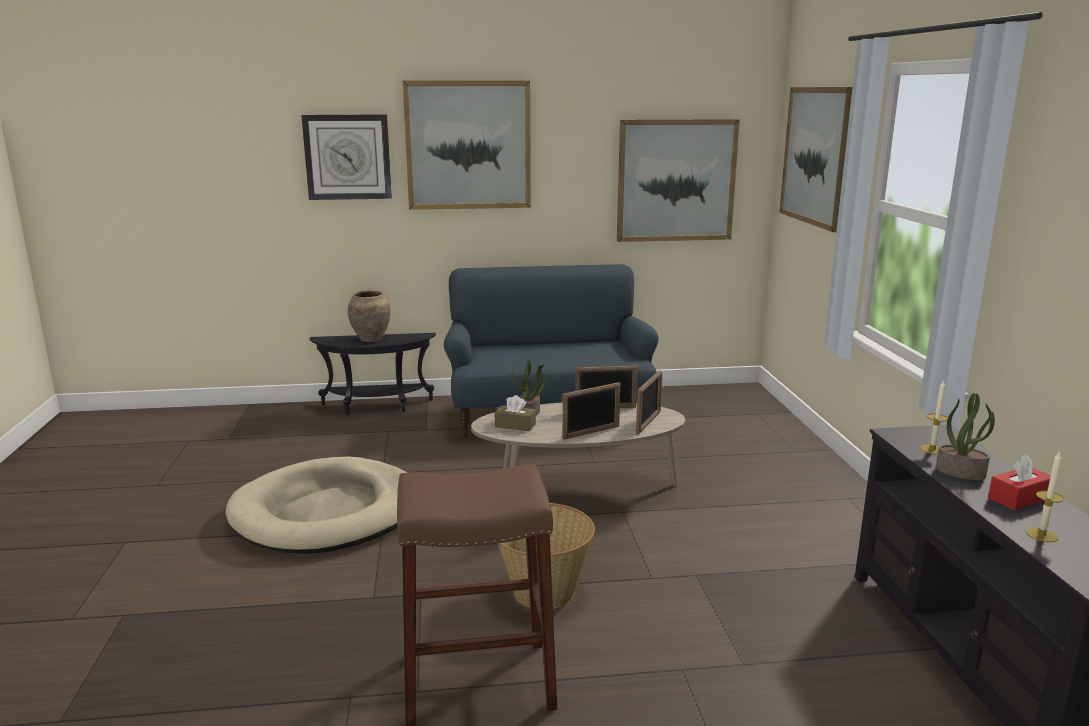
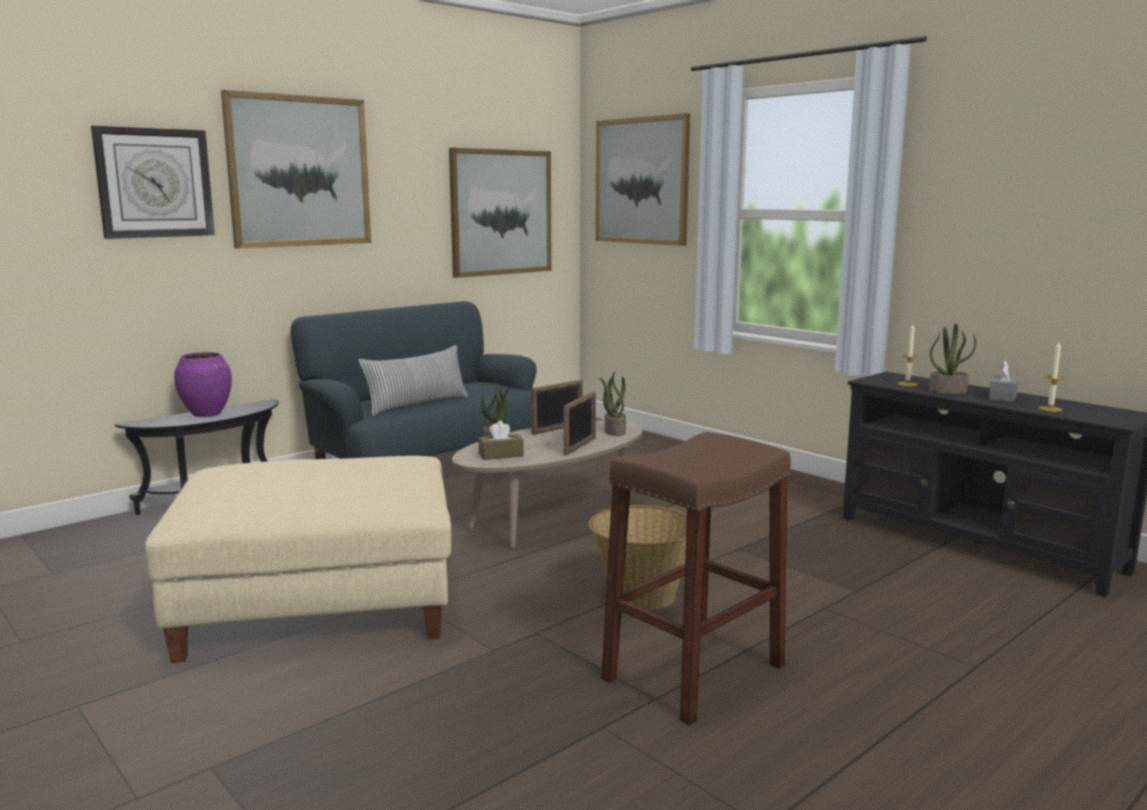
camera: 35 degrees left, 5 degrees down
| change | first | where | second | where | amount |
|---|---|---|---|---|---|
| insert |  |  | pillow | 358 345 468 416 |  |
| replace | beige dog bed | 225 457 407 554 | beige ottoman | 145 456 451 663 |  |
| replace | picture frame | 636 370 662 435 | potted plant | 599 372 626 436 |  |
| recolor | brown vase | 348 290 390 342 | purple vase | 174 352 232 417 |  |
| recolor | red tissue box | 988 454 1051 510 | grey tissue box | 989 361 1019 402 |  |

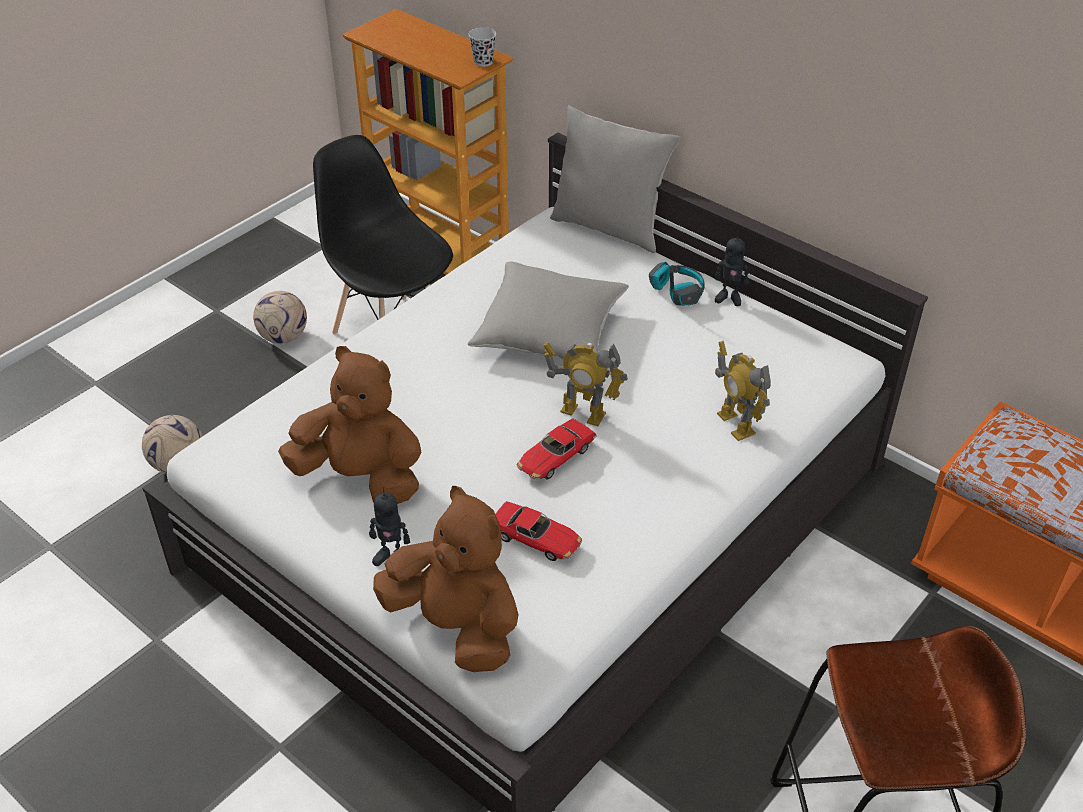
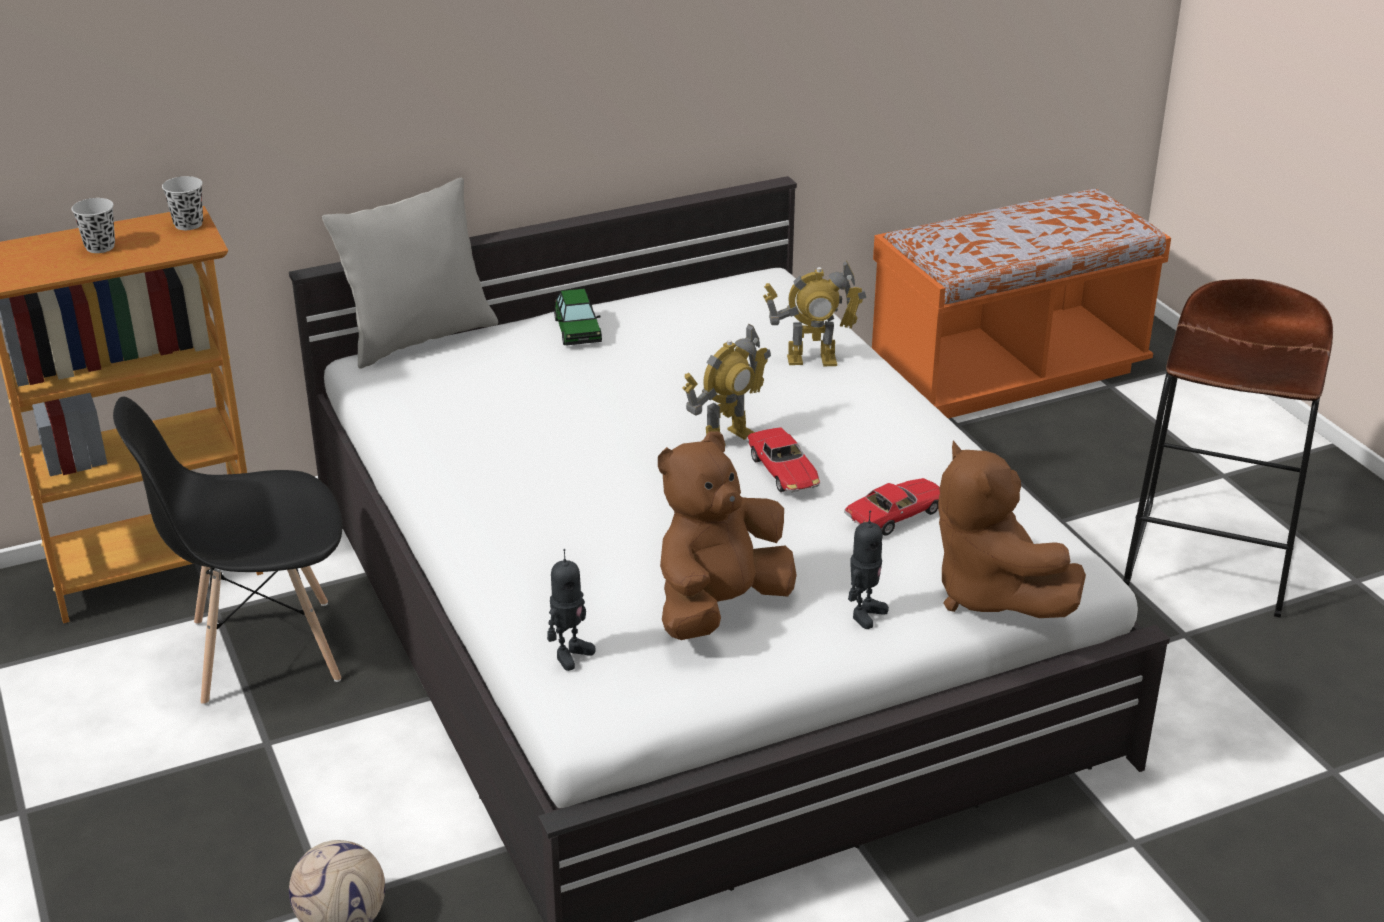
camera: 65 degrees left, 10 degrees down
| change | first | where | second | where | amount |
|---|---|---|---|---|---|
| delete | football | 253 291 307 344 |  |  |  |
| delete | grey pillow | 467 262 629 361 |  |  |  |
| insert |  |  | black cup | 72 198 115 253 |  |
| move | toy robot | 715 230 749 306 |  | 547 549 596 671 |  |
| replace | headphones | 649 262 705 306 | toy car | 554 288 602 346 |  |
| rotate | brown plush toy | 373 486 519 672 |  | 938 440 1086 618 | 90 degrees counterclockwise |

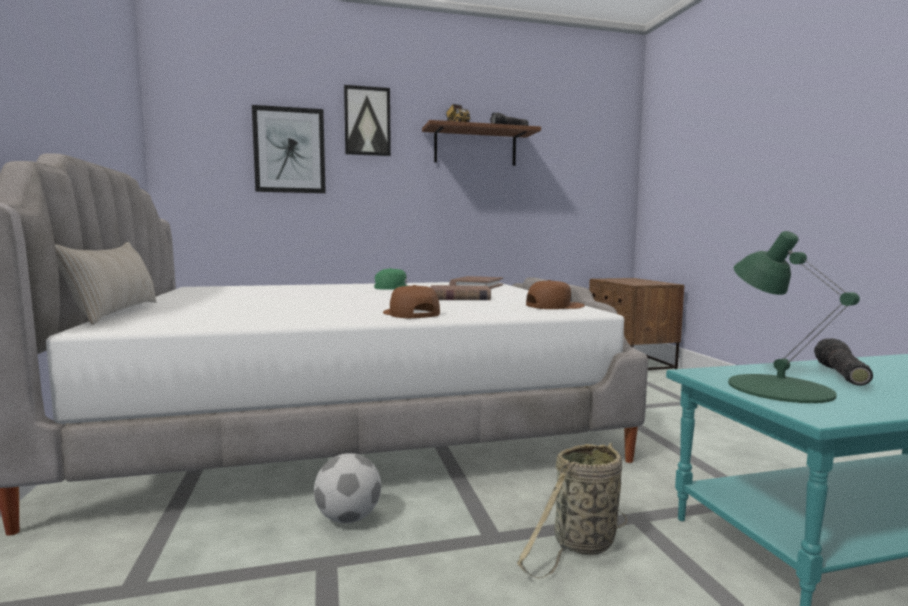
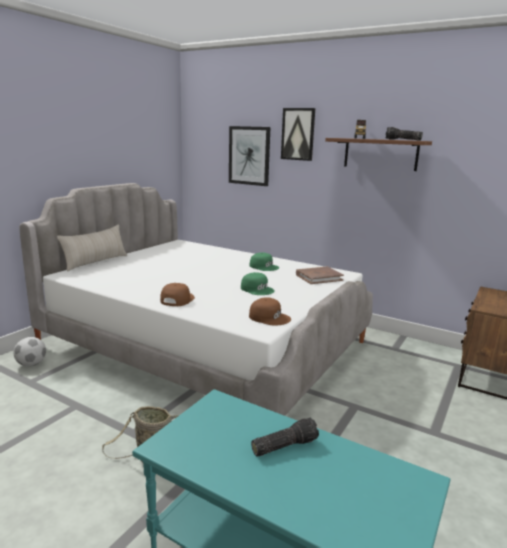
camera: 45 degrees right, 10 degrees up
| change | first | where | second | where | amount |
|---|---|---|---|---|---|
| delete | green table lamp | 728 231 860 403 |  |  |  |
| move | football | 314 453 381 523 |  | 14 337 46 367 |  |
| replace | brown book | 430 285 491 300 | green cap | 241 272 275 295 |  |

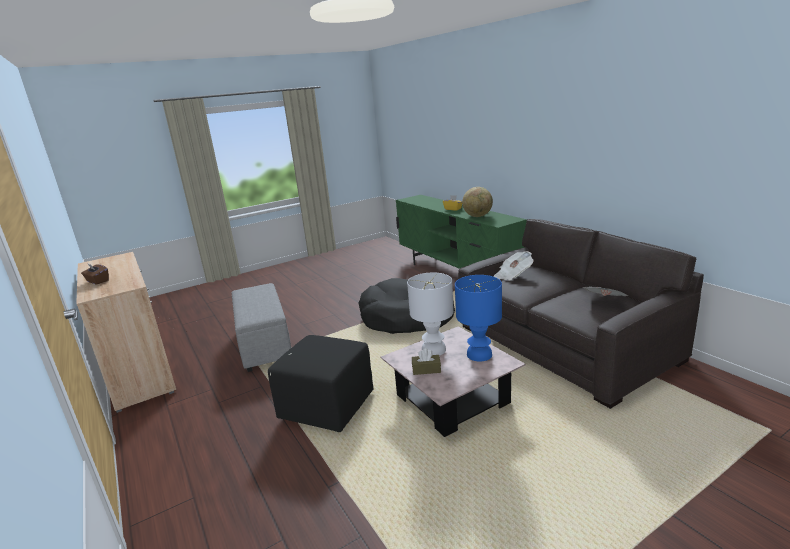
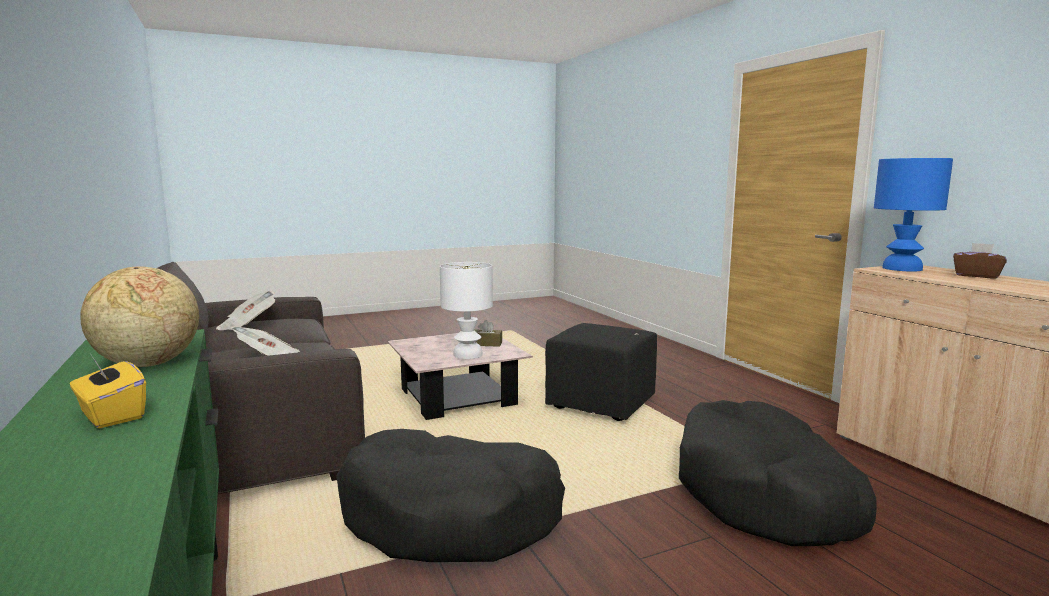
camera: 175 degrees left, 10 degrees down
| change | first | where | second | where | amount |
|---|---|---|---|---|---|
| move | blue table lamp | 455 275 502 362 |  | 874 158 953 272 |  |
| replace | grey ottoman | 231 283 291 372 | black dog bed | 679 400 877 546 |  |

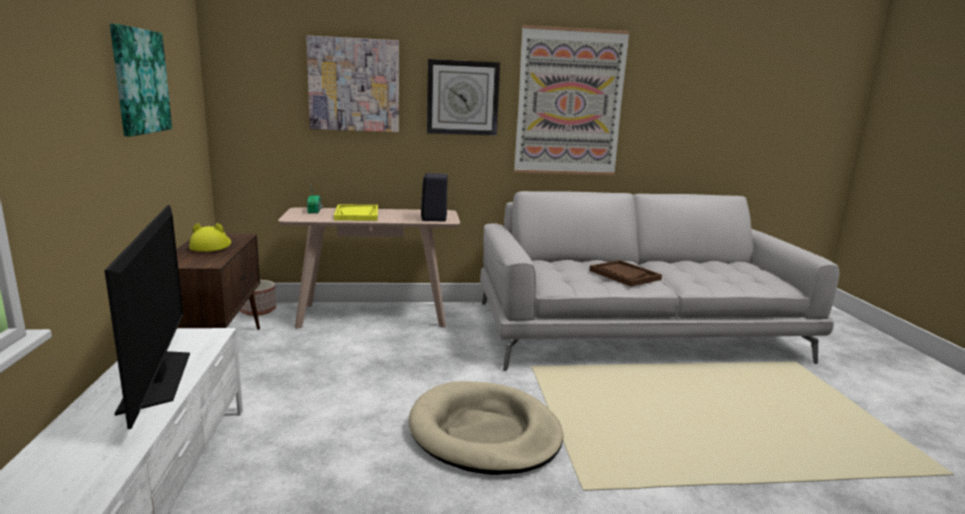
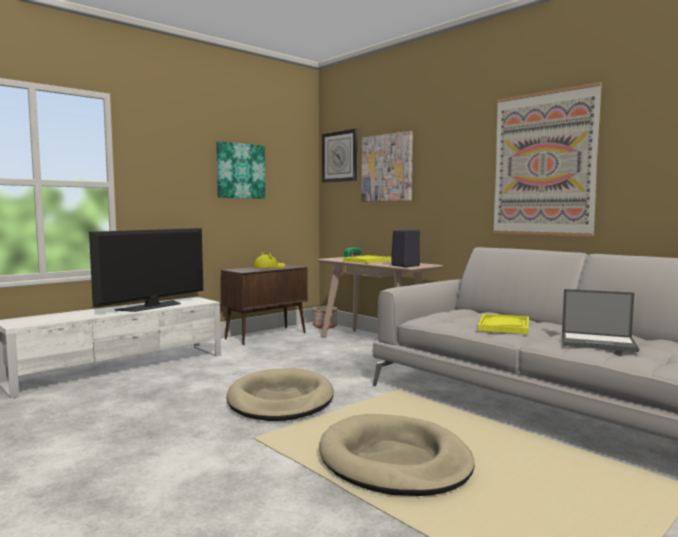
camera: 55 degrees right, 10 degrees down
| change | first | where | second | where | amount |
|---|---|---|---|---|---|
| insert |  |  | beige dog bed | 319 414 475 496 |  |
| insert |  |  | laptop | 562 289 639 352 |  |
| move | wall clock | 427 59 500 136 |  | 322 129 358 183 |  |
| recolor | brown tray | 589 260 662 287 | yellow tray | 478 314 529 334 |  |

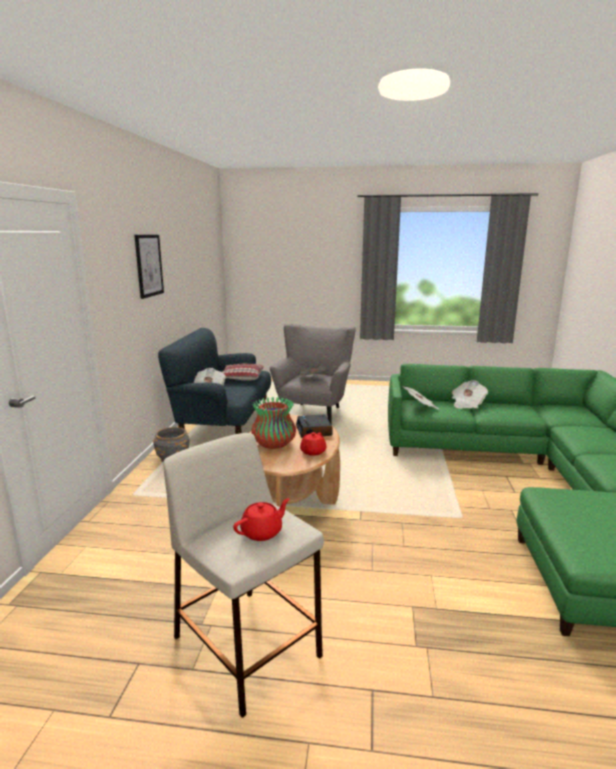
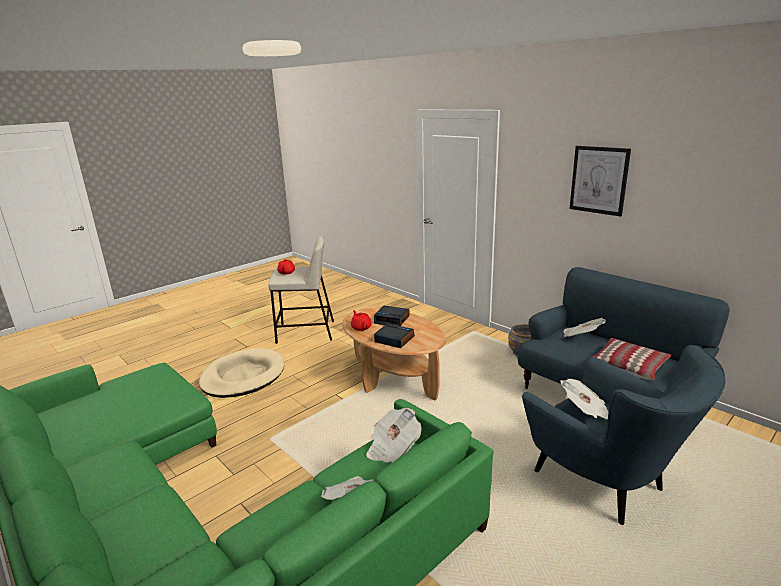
camera: 130 degrees right, 5 degrees up
| change | first | where | second | where | amount |
|---|---|---|---|---|---|
| insert |  |  | beige dog bed | 199 348 284 398 |  |
| replace | vase | 251 397 296 449 | alarm clock | 374 306 409 326 |  |
| recolor | grey armchair | 269 324 356 425 | blue armchair | 522 345 725 525 |  |

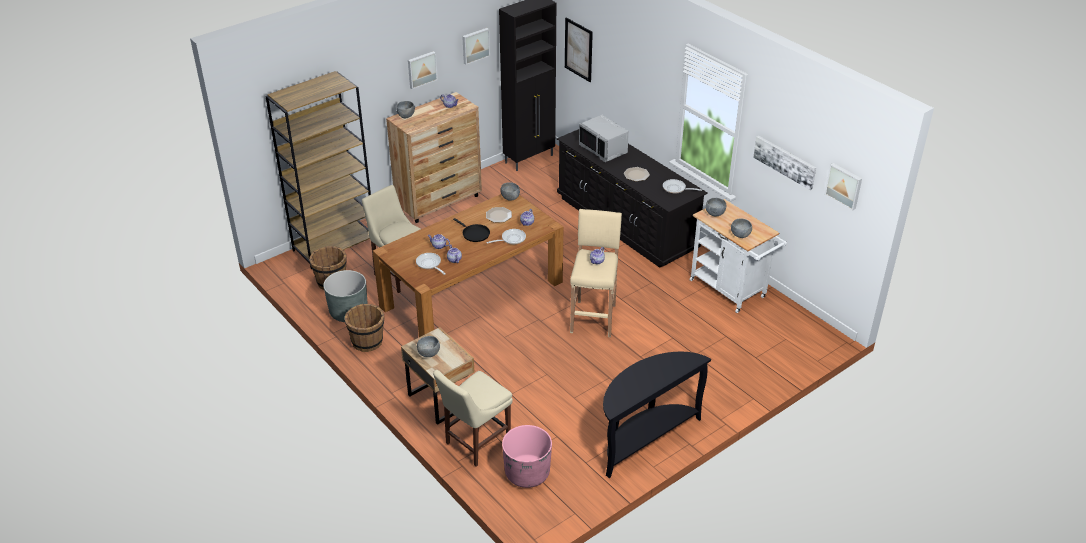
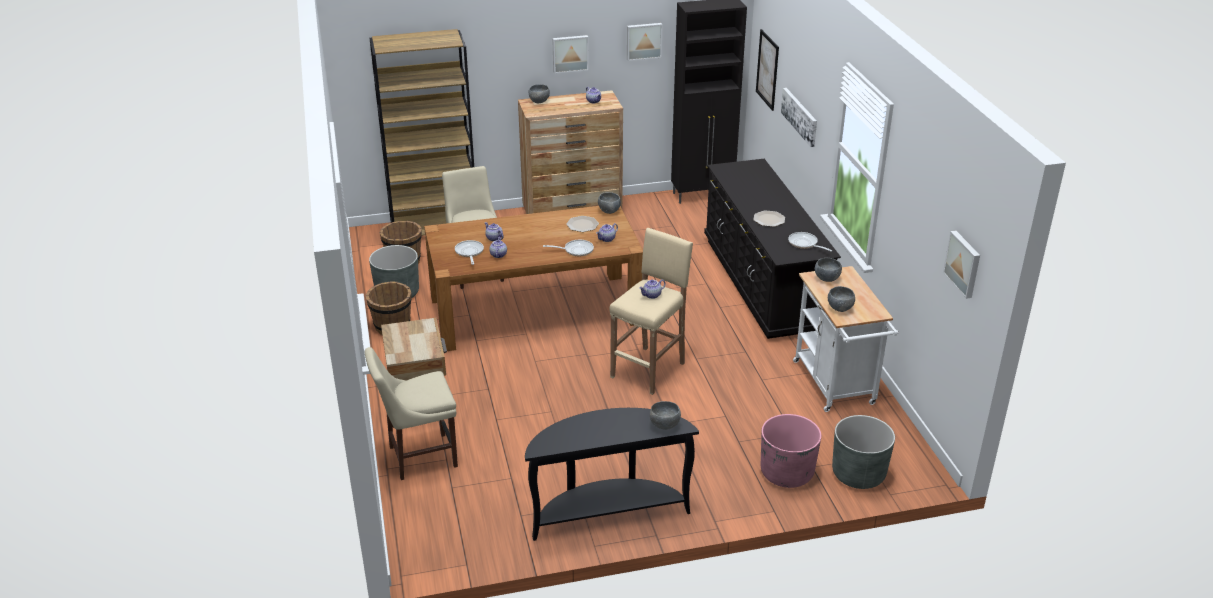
camera: 25 degrees right, 5 degrees down
| change | first | where | second | where | amount |
|---|---|---|---|---|---|
| delete | black frying pan | 453 218 490 242 |  |  |  |
| delete | grey microwave | 579 115 629 162 |  |  |  |
| insert |  |  | grey planter | 832 415 895 489 |  |
| move | grey bowl | 417 336 440 357 |  | 650 401 681 430 |  |
| move | pink planter | 502 425 552 488 |  | 761 414 821 488 |  |
| move | picture | 753 136 816 190 |  | 781 88 817 147 |  |

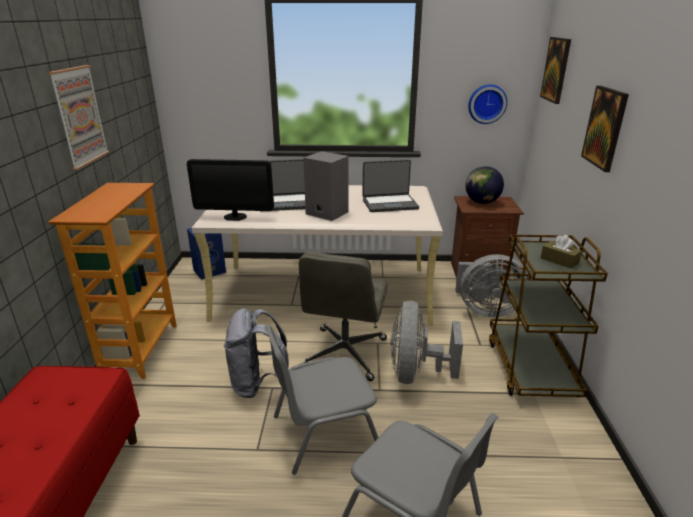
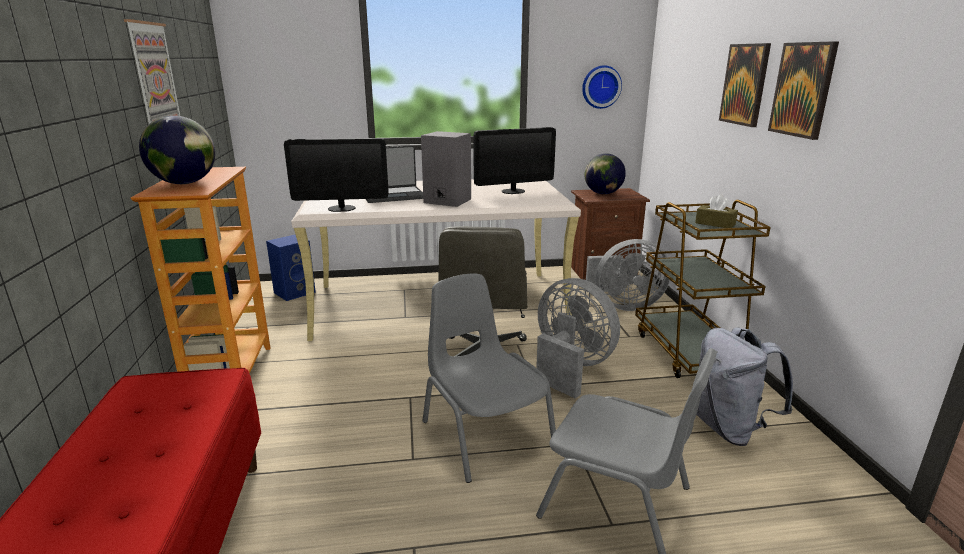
camera: 10 degrees left, 5 degrees down
| change | first | where | second | where | amount |
|---|---|---|---|---|---|
| insert |  |  | globe | 139 115 215 184 |  |
| move | grey backpack | 224 308 289 398 |  | 697 327 793 446 |  |
| move | picture | 540 37 571 104 |  | 768 41 839 140 |  |
| replace | laptop | 362 160 419 212 | monitor | 473 127 556 194 |  |
| rotate | grey chair | 265 325 378 475 |  | 422 273 556 483 | 90 degrees clockwise |
| rotate | grey fan | 390 301 463 384 |  | 536 278 620 398 | 135 degrees clockwise |

